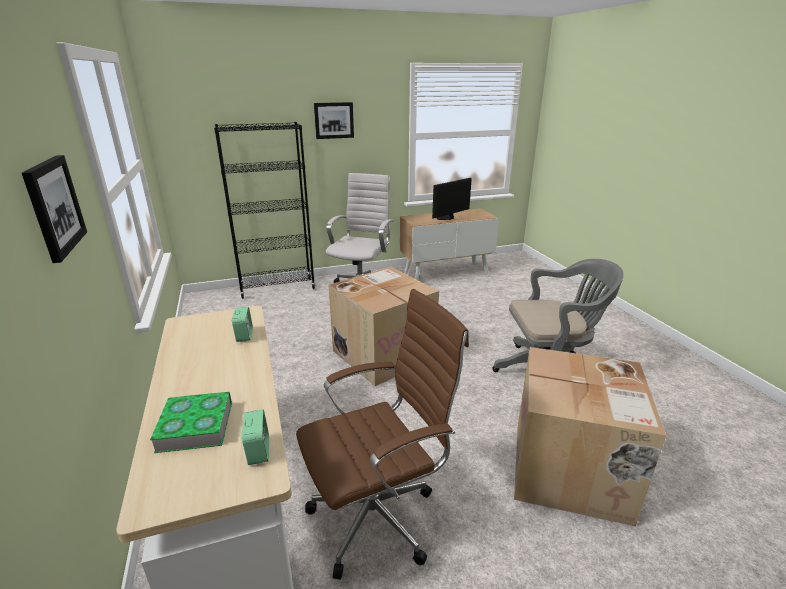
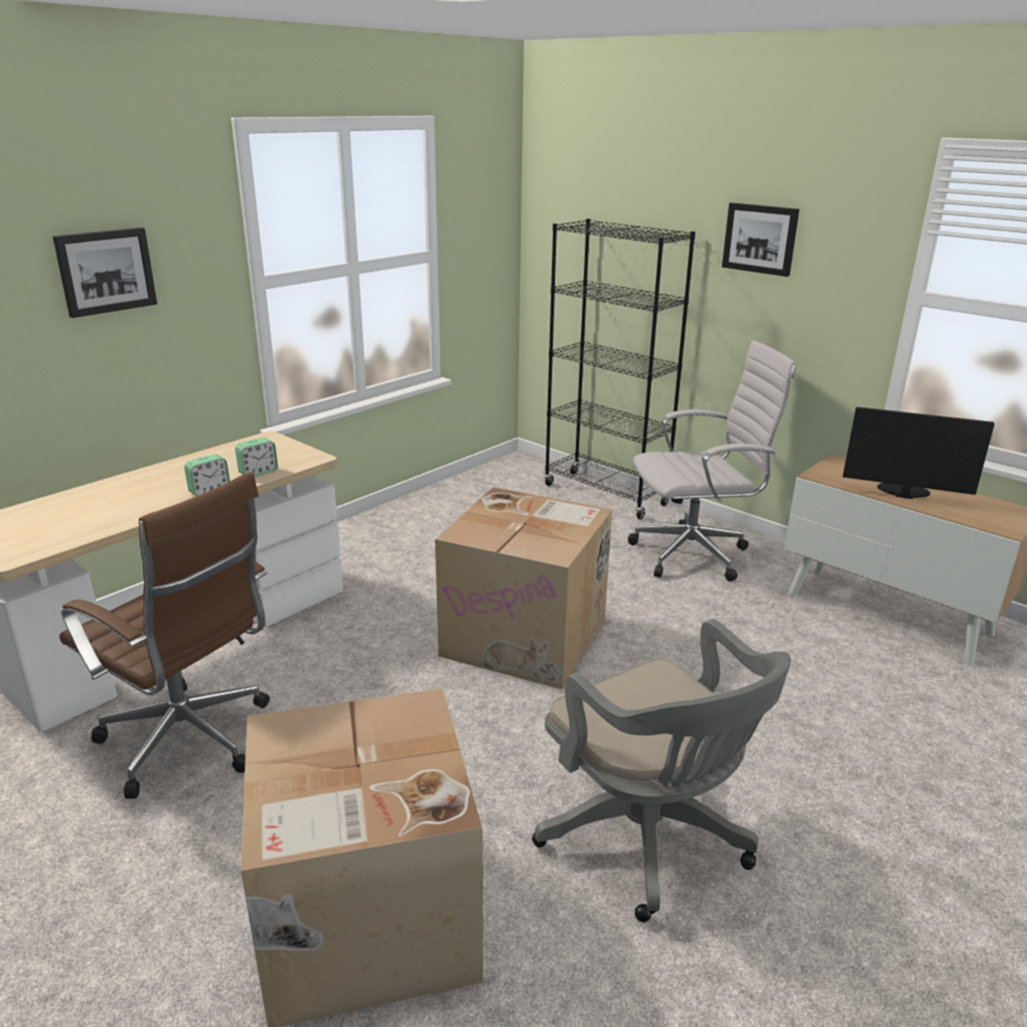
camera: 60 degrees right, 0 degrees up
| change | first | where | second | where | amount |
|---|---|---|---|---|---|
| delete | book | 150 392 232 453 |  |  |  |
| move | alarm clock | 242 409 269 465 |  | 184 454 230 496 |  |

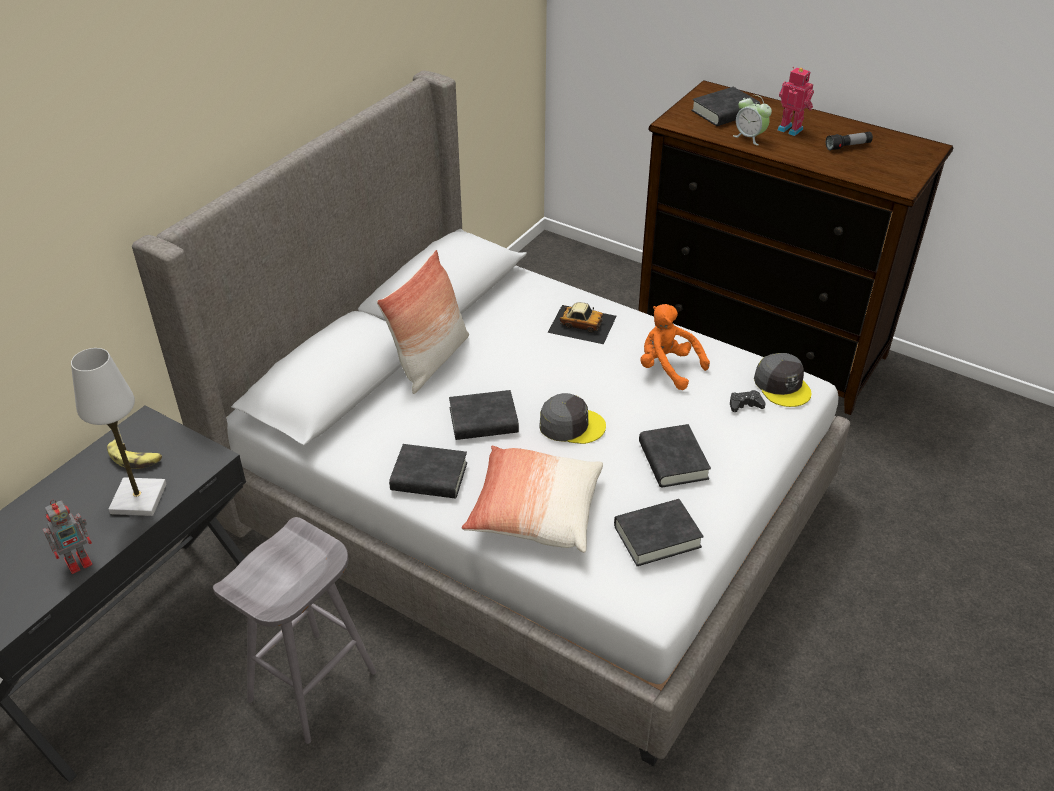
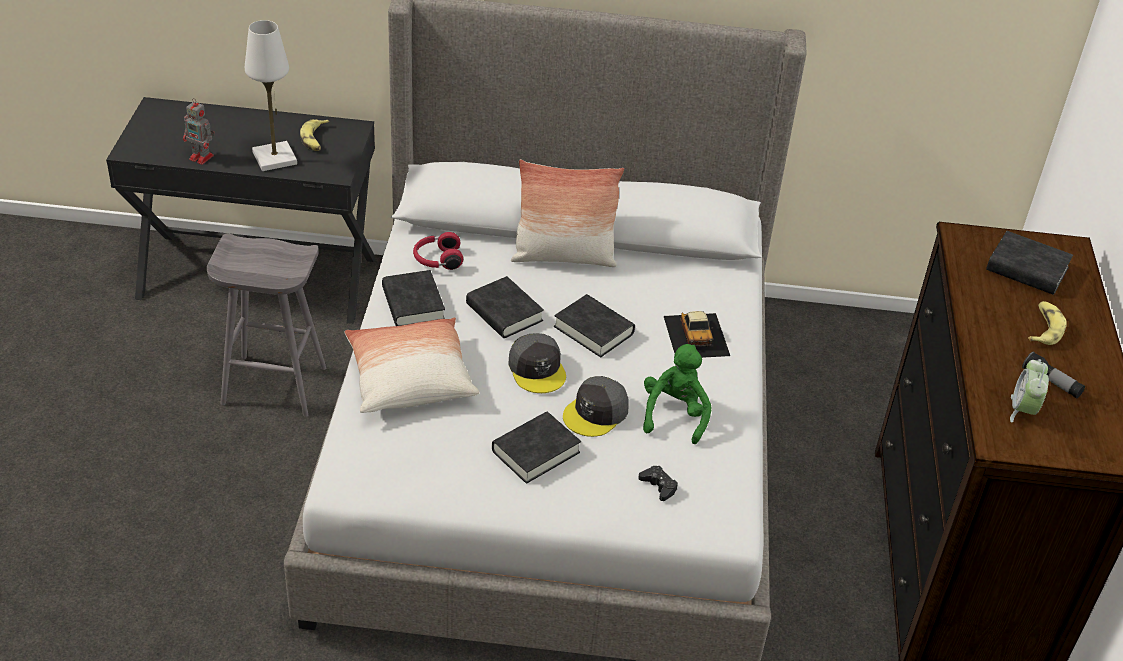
camera: 60 degrees right, 0 degrees up
| change | first | where | second | where | amount |
|---|---|---|---|---|---|
| insert |  |  | red headphones | 413 232 463 270 |  |
| move | black book | 614 499 704 566 |  | 554 294 635 357 |  |
| move | alarm clock | 733 95 772 145 |  | 1010 359 1049 423 |  |
| move | grey cap | 754 353 811 407 |  | 563 376 629 437 |  |
| replace | toy robot | 778 67 814 136 | banana | 1028 301 1067 345 |  |
| recolor | orange plush toy | 640 304 710 390 | green plush toy | 643 344 712 444 |  |

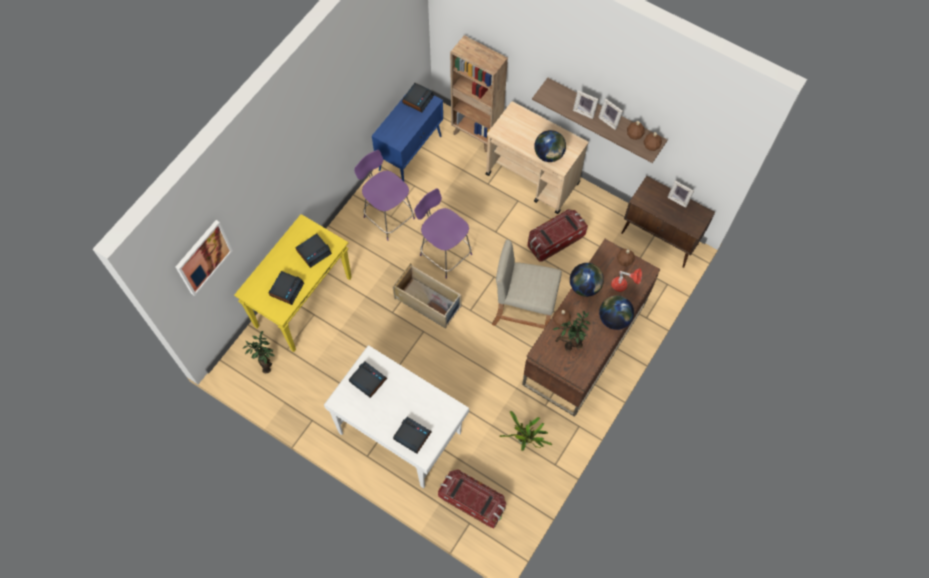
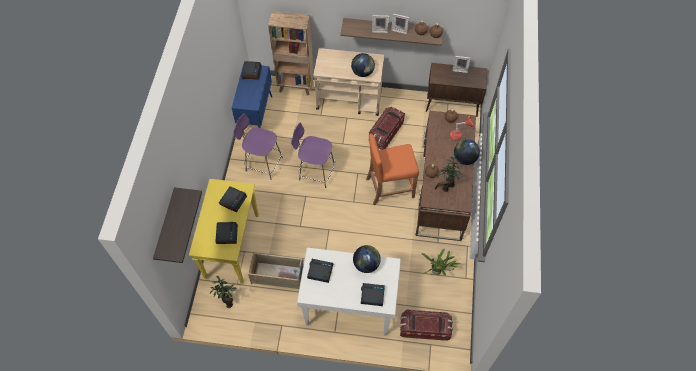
camera: 25 degrees left, 5 degrees down
| change | first | where | second | where | amount |
|---|---|---|---|---|---|
| move | beige storage box | 393 263 462 329 |  | 248 251 304 289 |  |
| move | globe | 570 263 604 297 |  | 353 245 381 273 |  |
| replace | picture | 176 220 233 296 | shelf | 153 187 202 263 |  |
| recolor | beige stool | 492 240 562 329 | orange stool | 366 134 419 205 |  |

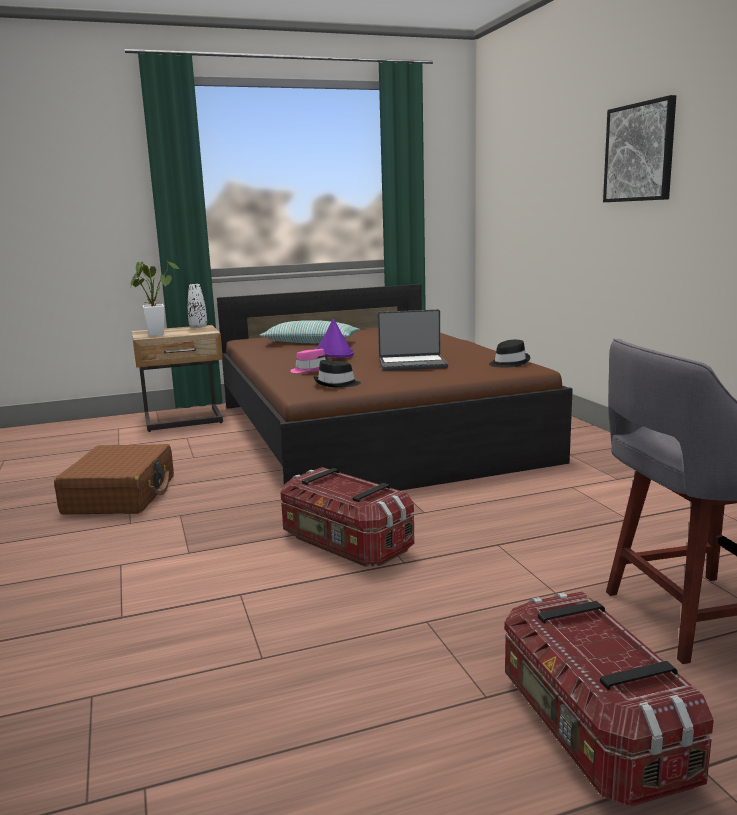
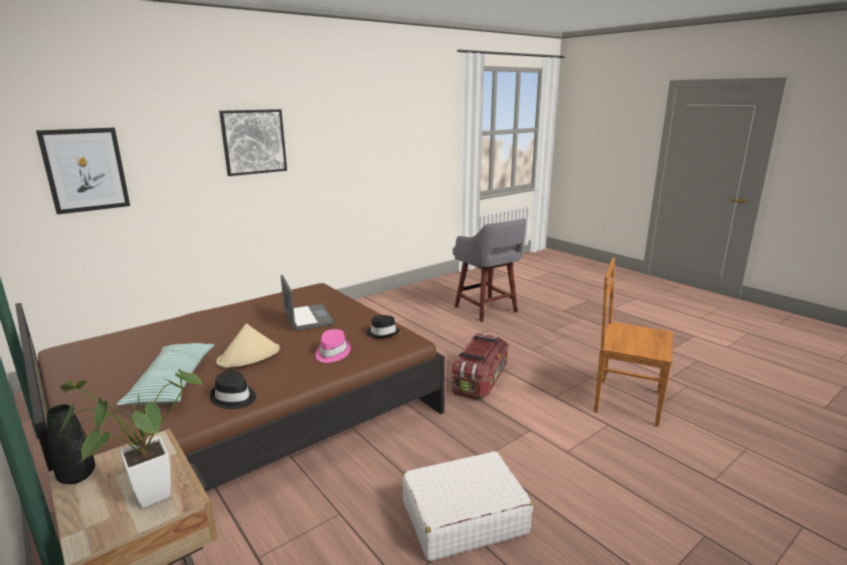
camera: 110 degrees left, 5 degrees up
| change | first | where | second | where | amount |
|---|---|---|---|---|---|
| delete | storage box | 504 591 714 806 |  |  |  |
| insert |  |  | picture | 36 128 130 215 |  |
| insert |  |  | brown chair | 594 258 673 427 |  |
| move | black hat | 489 340 530 367 |  | 210 370 256 409 |  |
| recolor | brown suitcase | 54 444 174 514 | white suitcase | 402 451 533 561 |  |
| recolor | white vase | 188 284 207 328 | black vase | 47 404 95 484 |  |
| recolor | purple hat | 315 319 354 358 | beige hat | 216 323 280 368 |  |

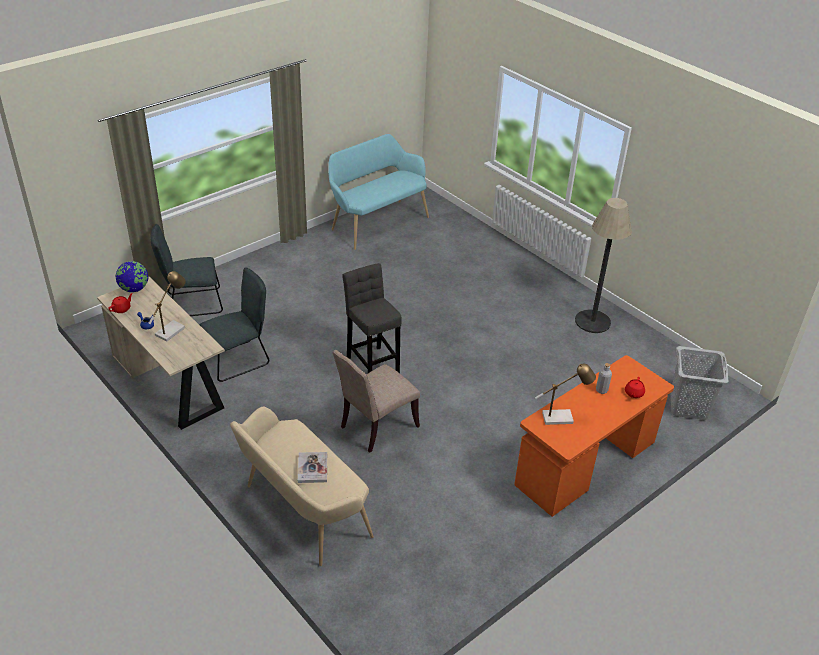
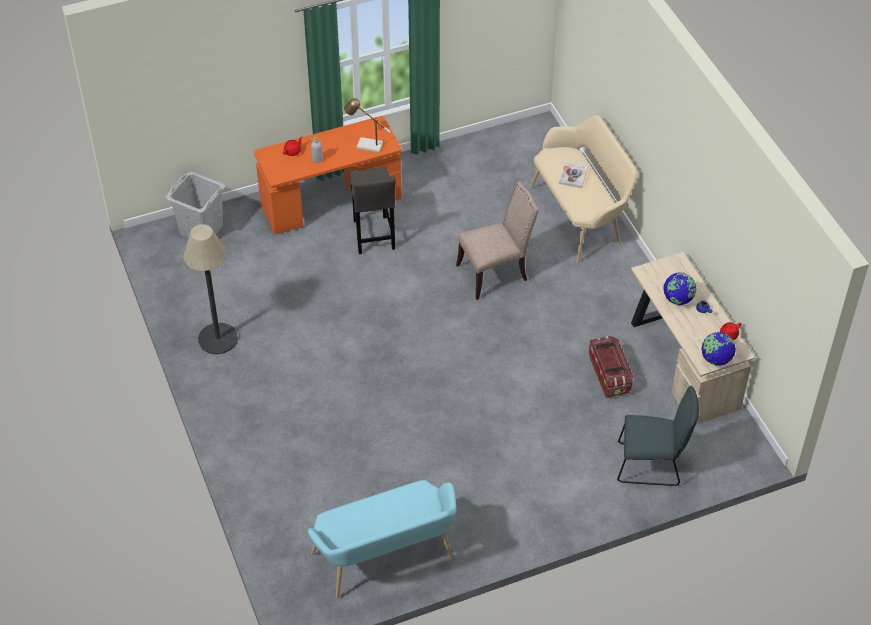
camera: 160 degrees left, 10 degrees up
| change | first | where | second | where | amount |
|---|---|---|---|---|---|
| move | grey stool | 342 263 402 373 |  | 350 167 396 254 |  |
| replace | table lamp | 148 271 186 342 | globe | 663 272 697 305 |  |
| replace | grey chair | 200 268 269 382 | storage box | 589 336 634 398 |  |

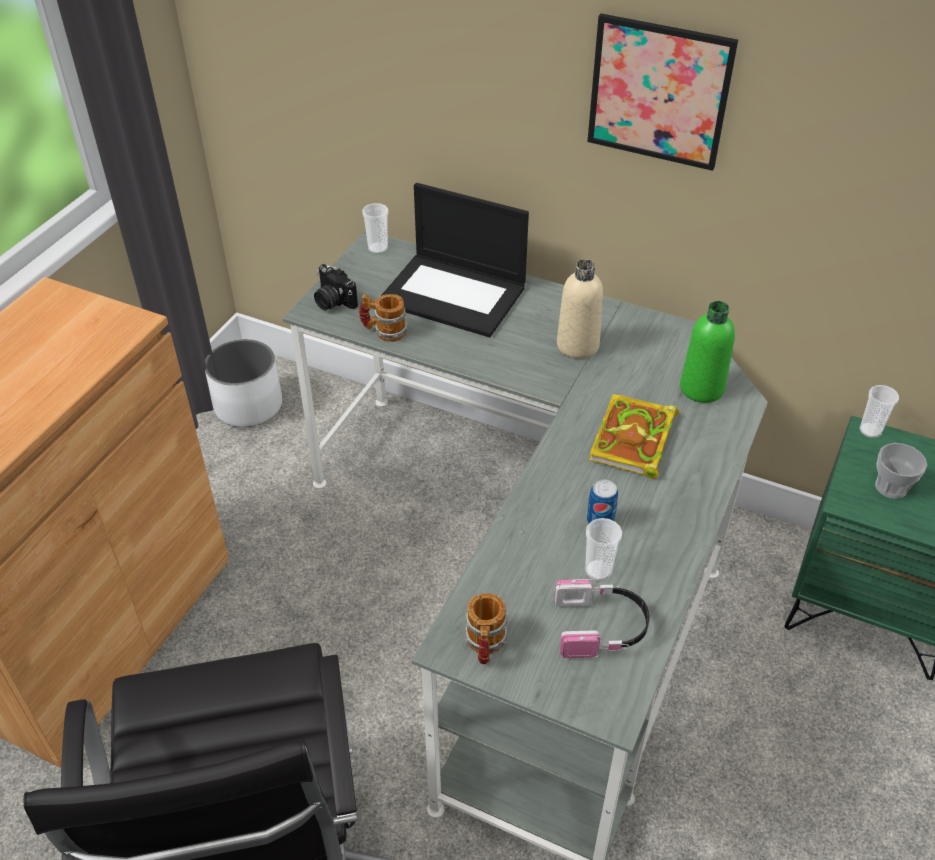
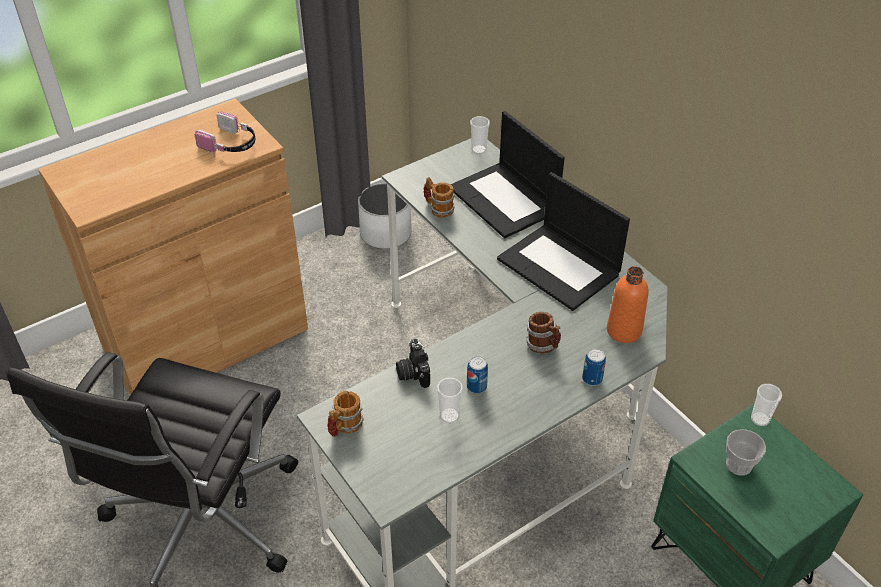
camera: 30 degrees right, 0 degrees up
| change | first | where | second | where | amount |
|---|---|---|---|---|---|
| delete | picture | 587 13 738 171 |  |  |  |
| insert |  |  | can | 582 349 606 386 |  |
| move | photo camera | 314 264 358 311 |  | 396 339 430 388 |  |
| move | headphones | 554 579 650 658 |  | 195 112 255 153 |  |
| replace | beige bottle | 557 259 603 359 | laptop | 497 172 630 311 |  |
| replace | book | 589 394 679 479 | mug | 526 312 561 353 |  |
| recolor | green bottle | 680 301 735 403 | orange bottle | 607 266 649 343 |  |

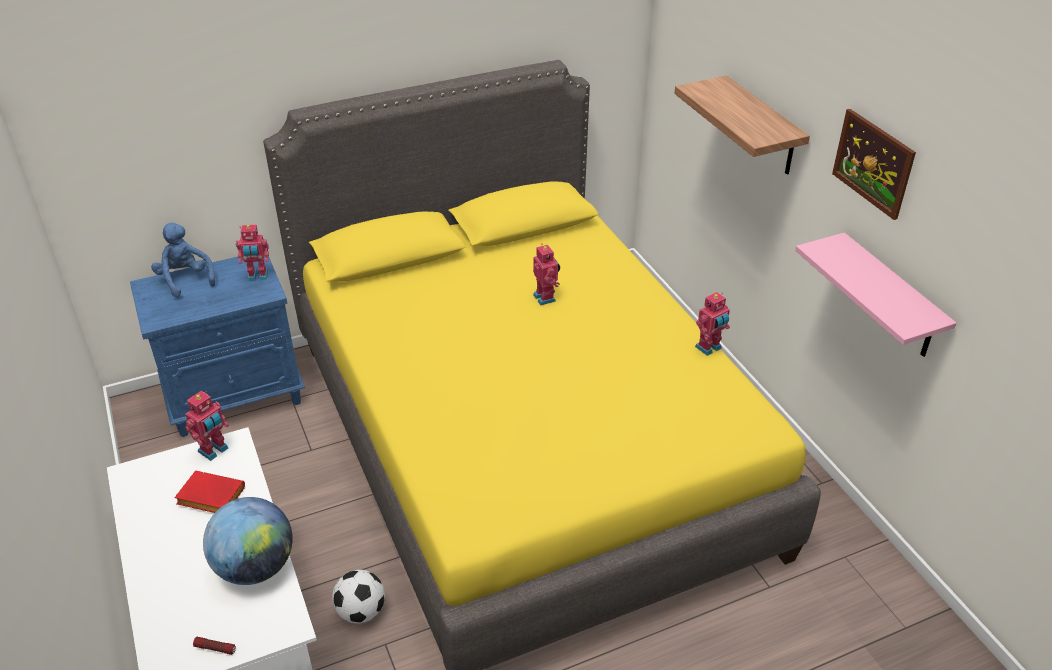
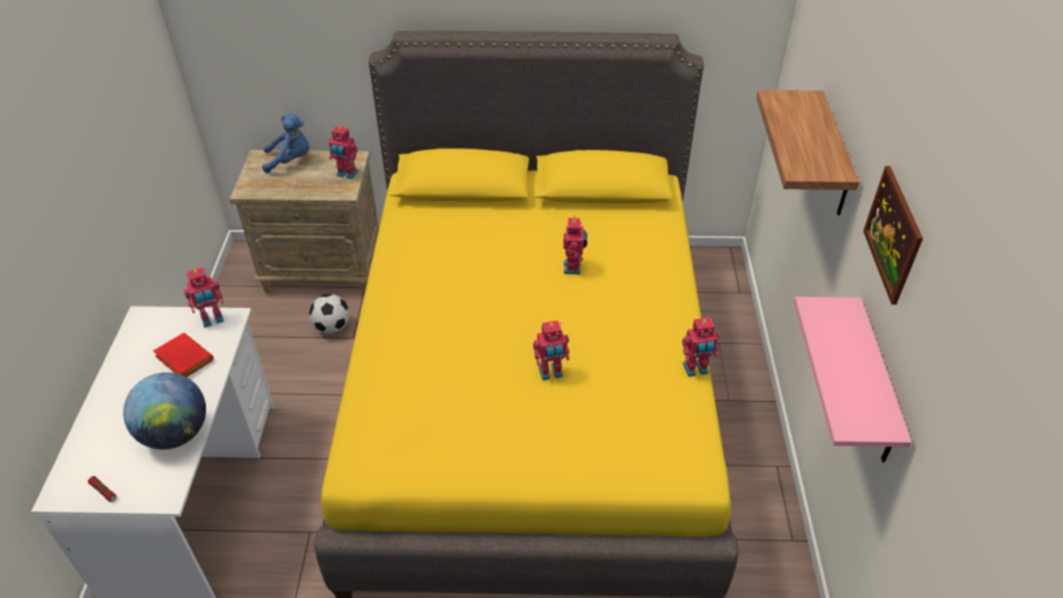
camera: 25 degrees right, 5 degrees up
| change | first | where | second | where | amount |
|---|---|---|---|---|---|
| insert |  |  | toy robot | 533 320 569 381 |  |
| move | football | 332 570 385 624 |  | 309 294 350 334 |  |
| recolor | blue nightstand | 130 255 305 437 | beige nightstand | 230 150 379 293 |  |
| rotate | blue plush toy | 151 223 215 298 |  | 262 114 309 173 | 90 degrees clockwise |

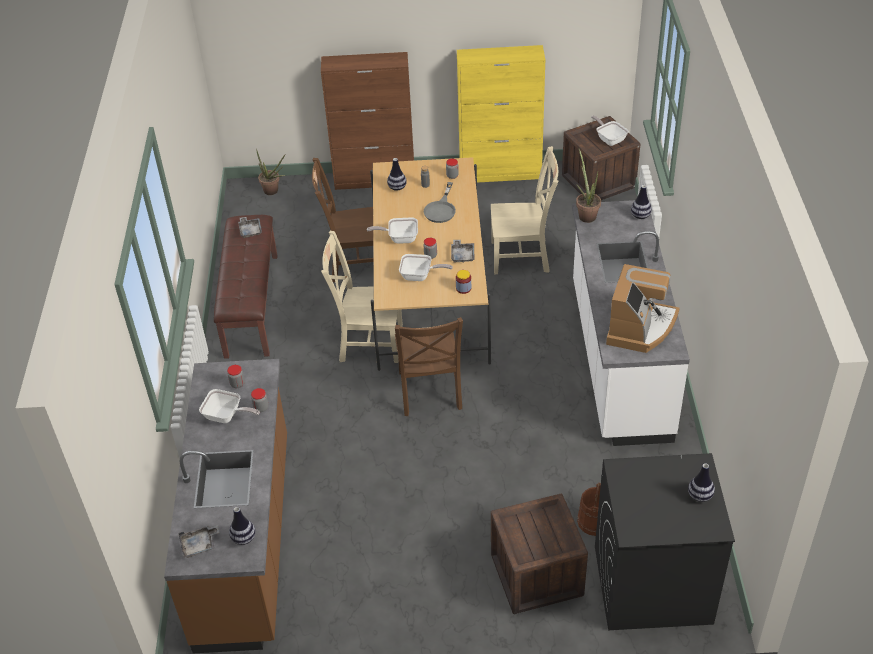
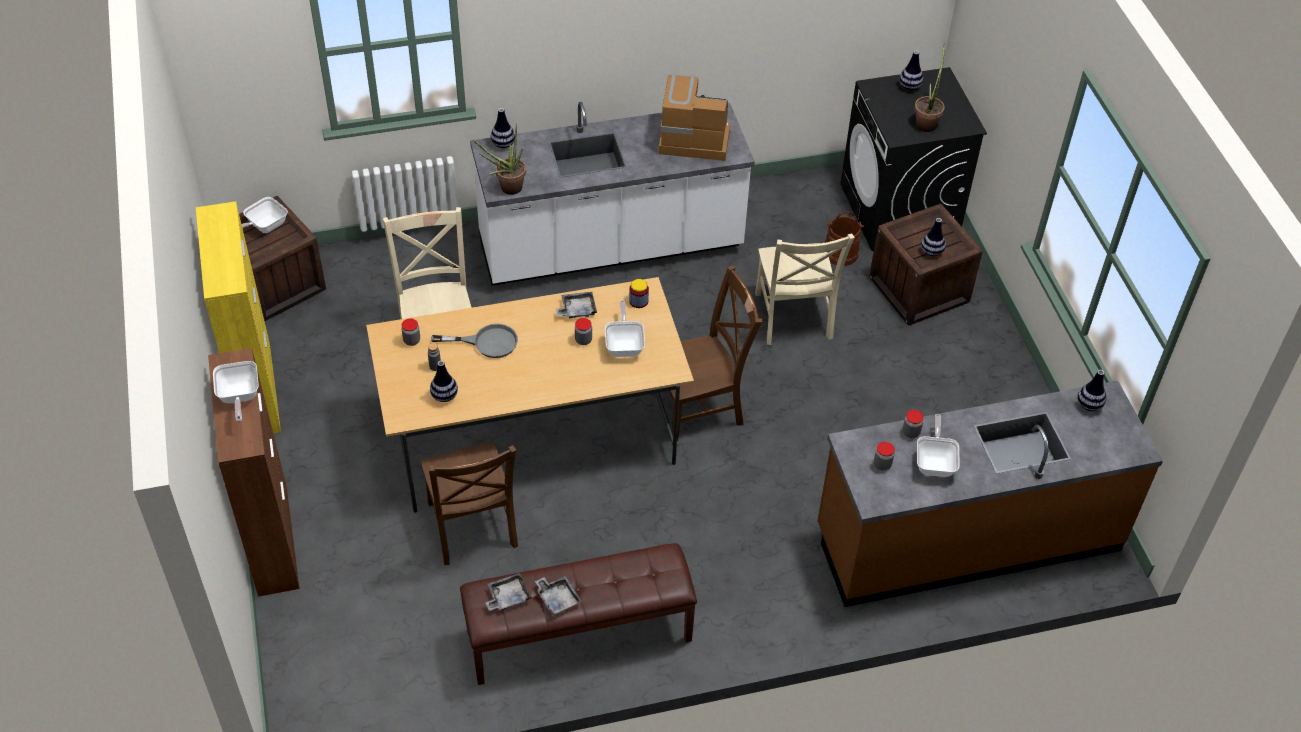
camera: 105 degrees left, 5 degrees up
| change | first | where | second | where | amount |
|---|---|---|---|---|---|
| insert |  |  | vase | 921 218 946 256 |  |
| move | grey tray | 179 525 220 558 |  | 535 576 582 616 |  |
| move | potted plant | 256 149 286 195 |  | 914 43 945 132 |  |
| move | beige chair | 321 231 403 363 |  | 755 233 855 345 |  |
| move | frying pan | 367 217 418 244 |  | 213 361 259 422 |  |

